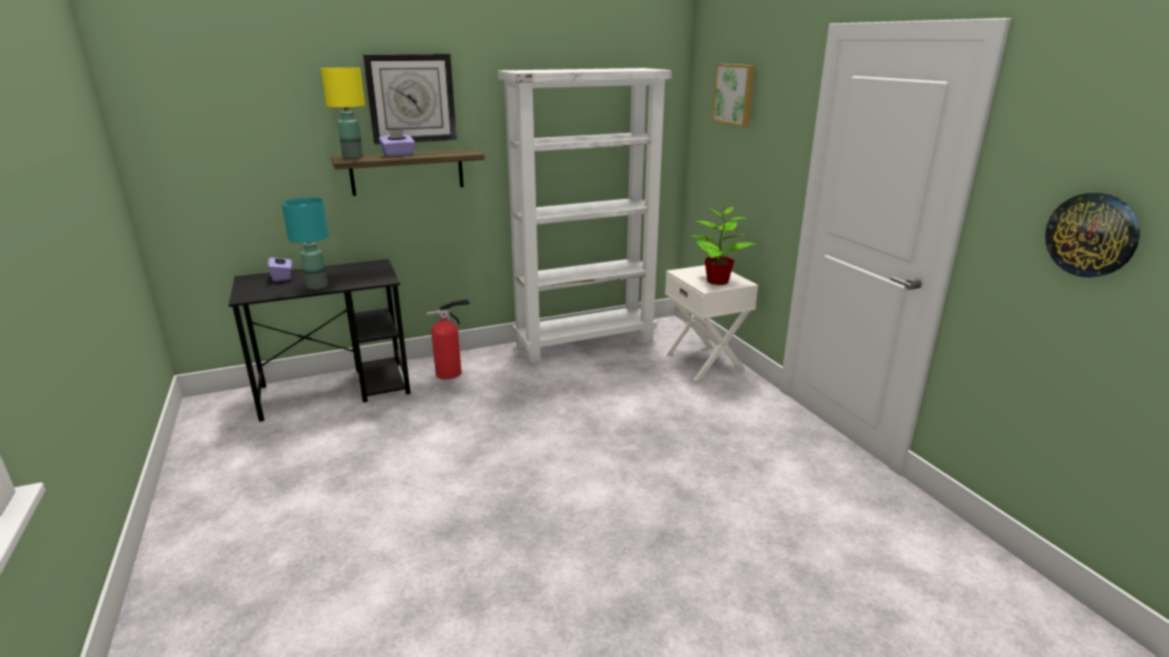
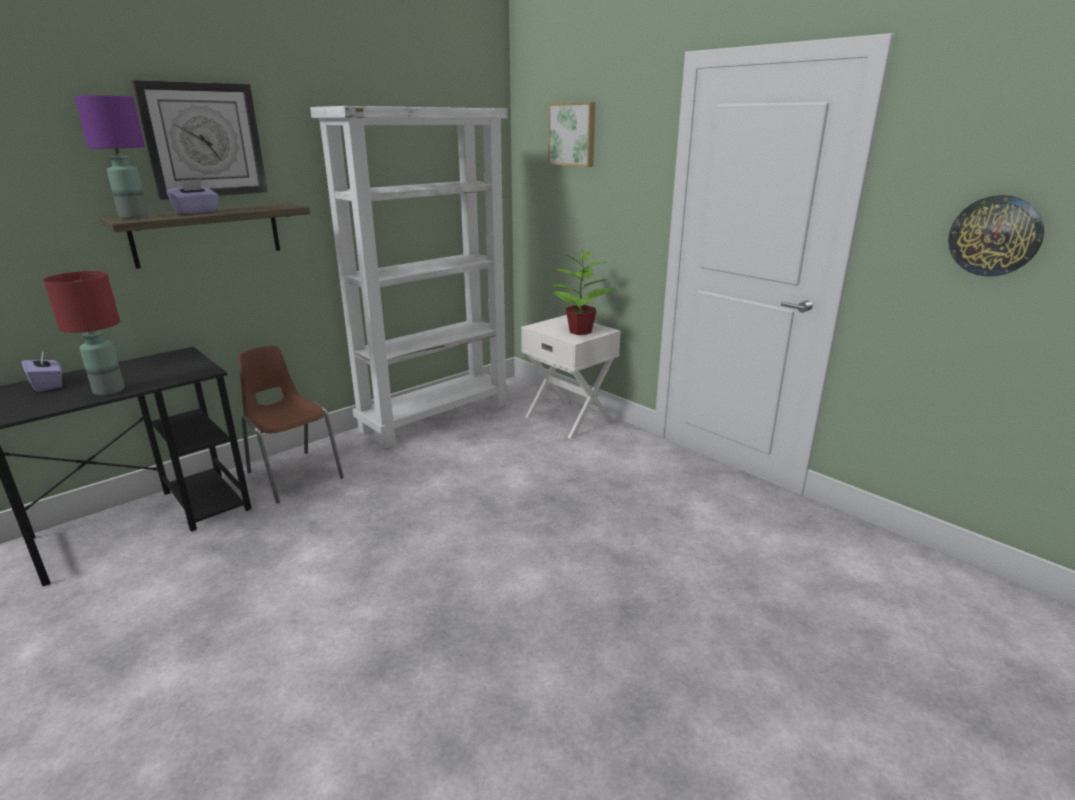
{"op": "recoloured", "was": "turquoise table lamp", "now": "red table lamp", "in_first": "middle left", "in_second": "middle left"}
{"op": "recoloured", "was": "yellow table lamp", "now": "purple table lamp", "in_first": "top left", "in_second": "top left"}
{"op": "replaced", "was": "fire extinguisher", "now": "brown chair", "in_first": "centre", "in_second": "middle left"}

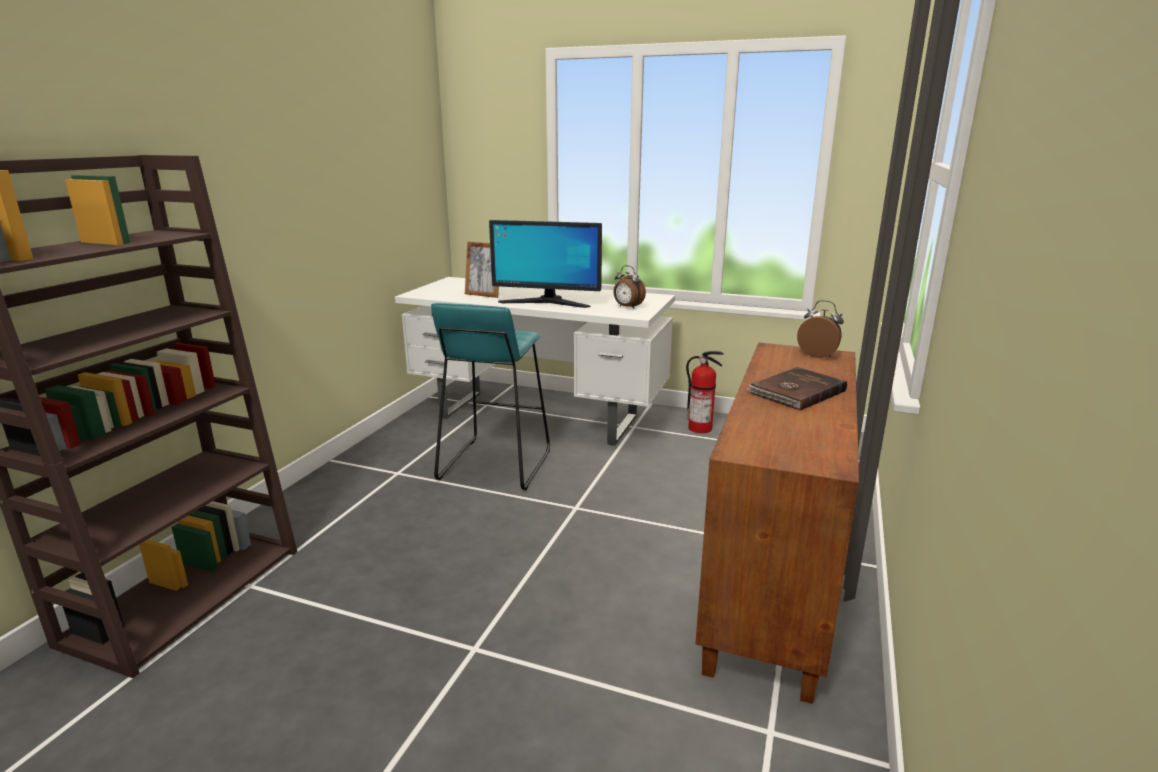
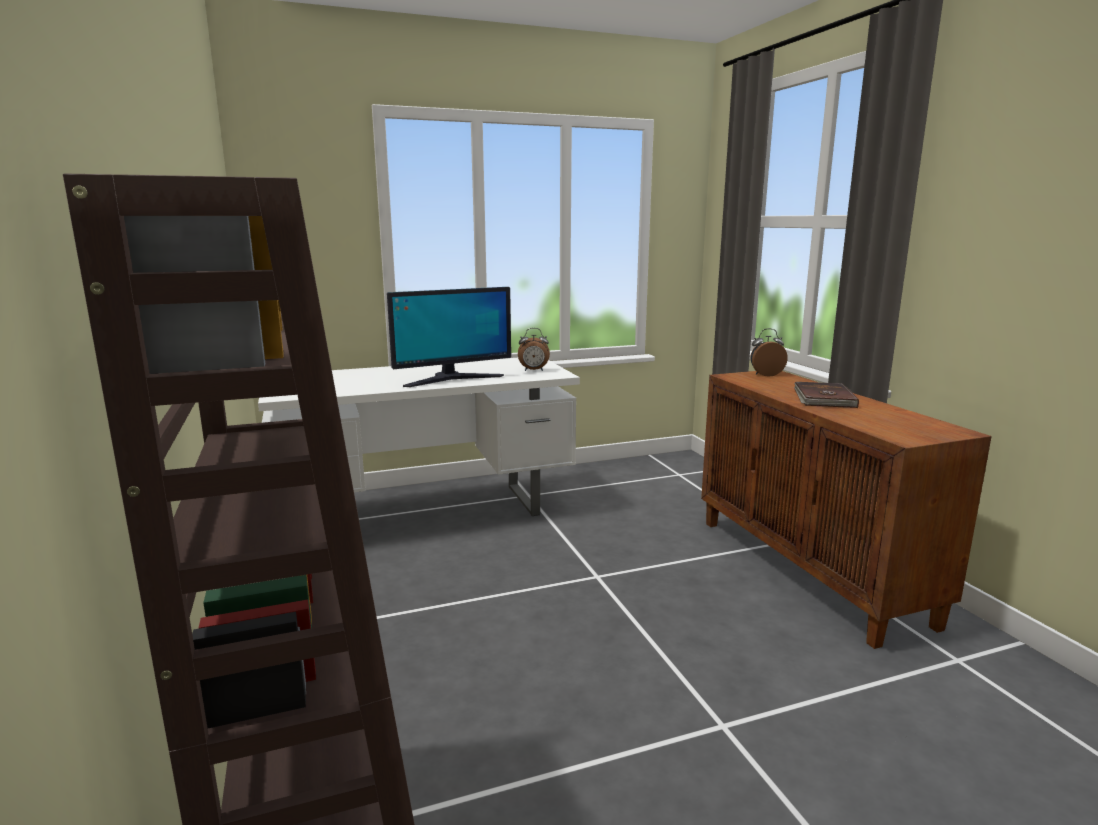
{"op": "removed", "was": "turquoise stool", "in_first": "centre"}
{"op": "removed", "was": "picture frame", "in_first": "centre"}
{"op": "removed", "was": "fire extinguisher", "in_first": "centre"}

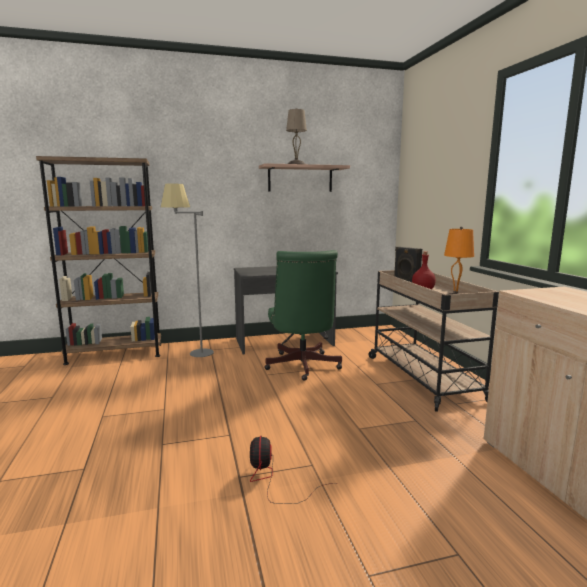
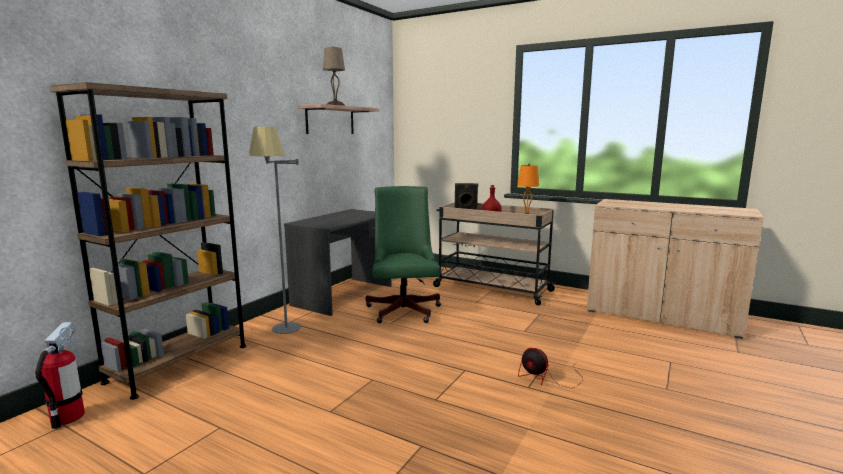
{"op": "added", "now": "fire extinguisher", "in_second": "bottom left"}
{"op": "turned", "was": "green office chair", "in_first": "centre", "in_second": "centre", "clockwise": -135}

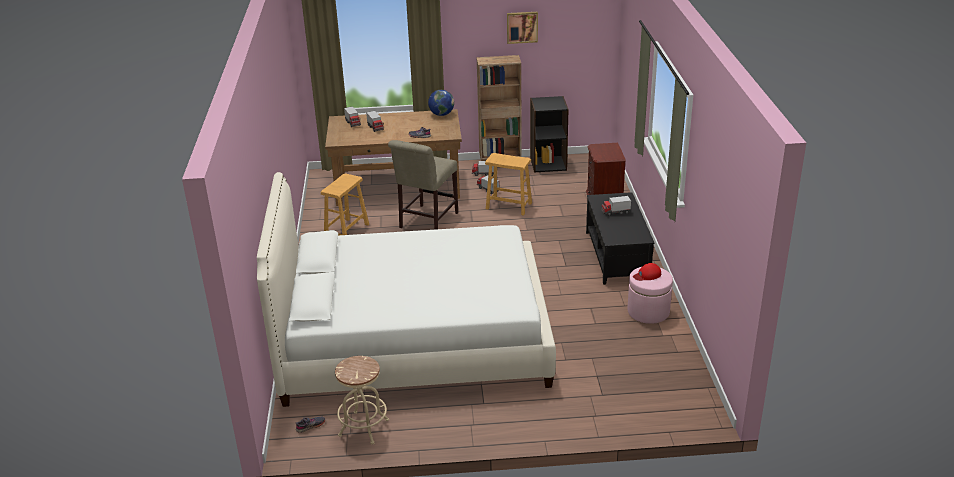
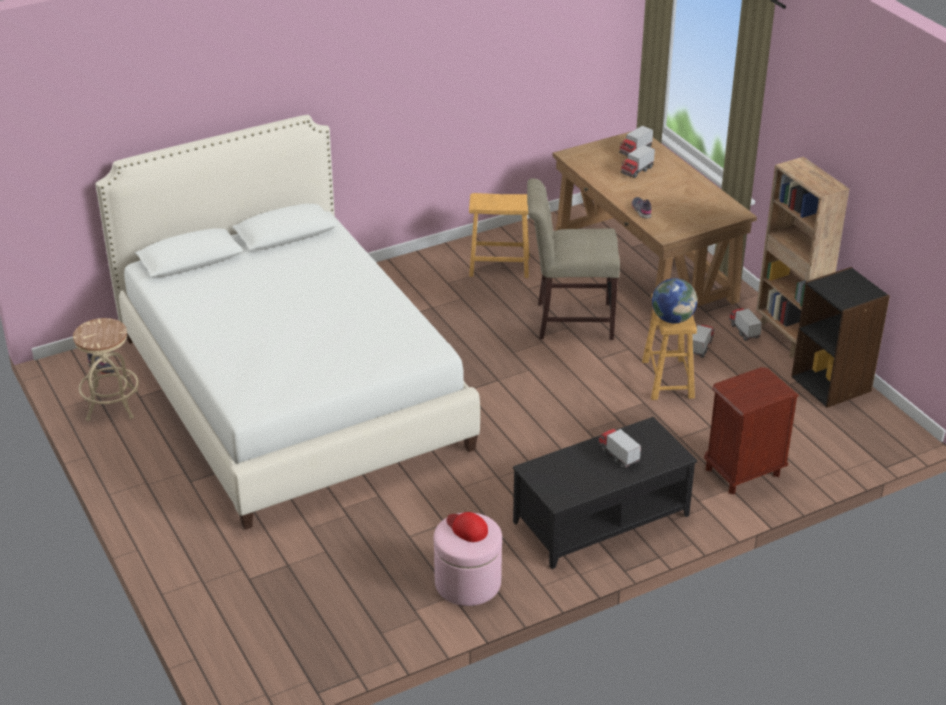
{"op": "moved", "was": "globe", "in_first": "top centre", "in_second": "middle right"}
{"op": "removed", "was": "picture", "in_first": "top centre"}

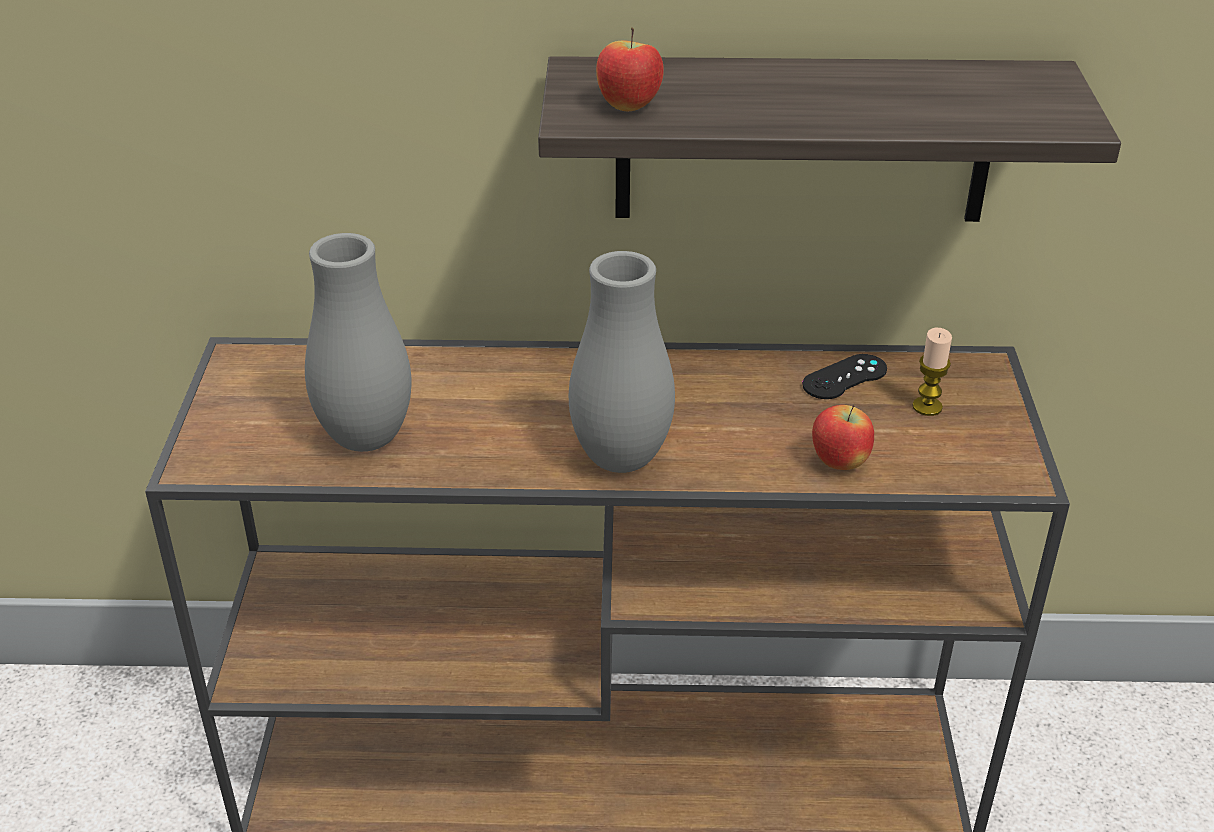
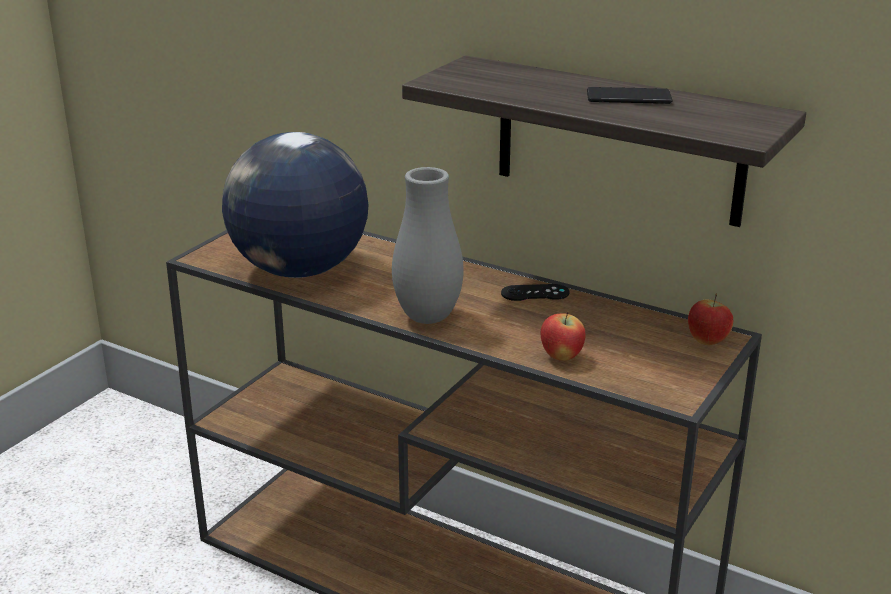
{"op": "replaced", "was": "grey vase (1st from left)", "now": "globe", "in_first": "middle left", "in_second": "middle left"}
{"op": "moved", "was": "black game controller", "in_first": "middle right", "in_second": "centre"}
{"op": "added", "now": "phone", "in_second": "top right"}
{"op": "moved", "was": "apple (1st from left in the first image)", "now": "apple (2nd from left)", "in_first": "top centre", "in_second": "middle right"}
{"op": "removed", "was": "candle", "in_first": "middle right"}

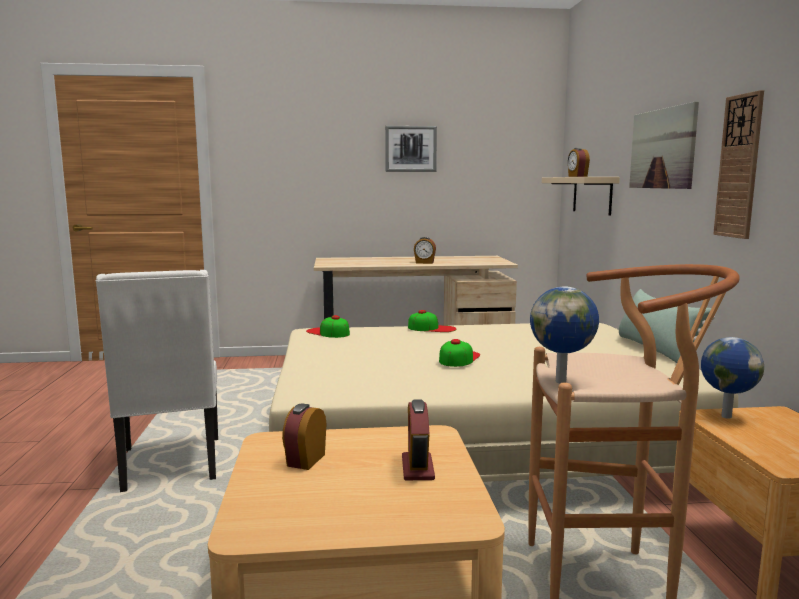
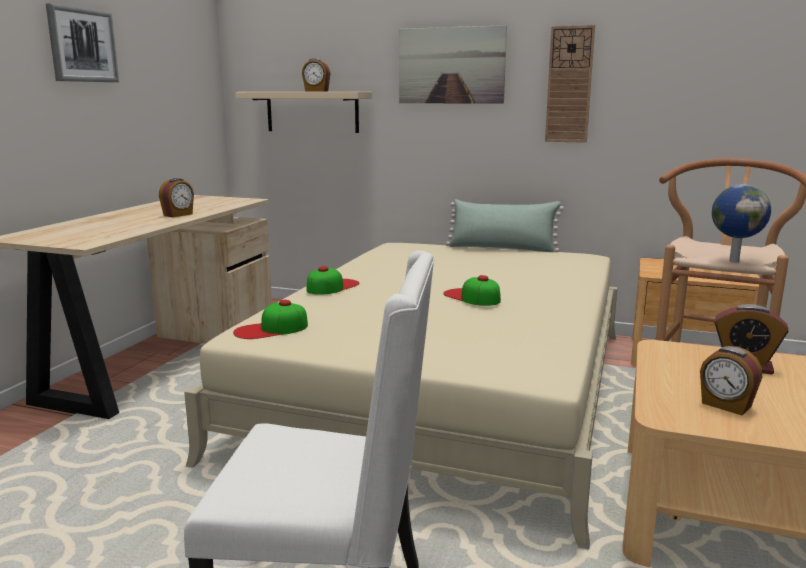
{"op": "removed", "was": "globe (2nd from left)", "in_first": "middle right"}

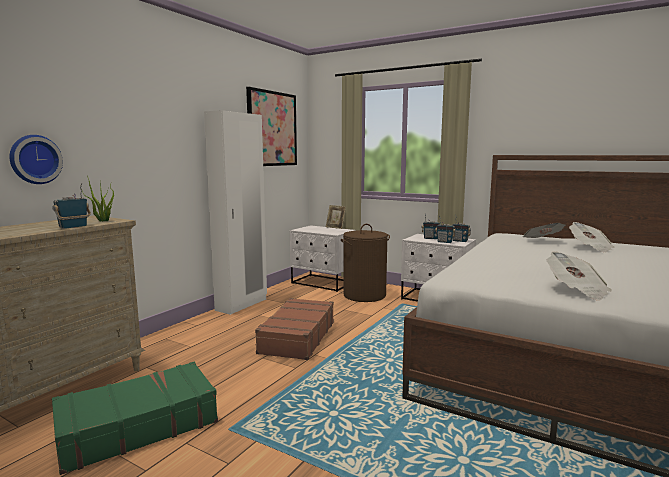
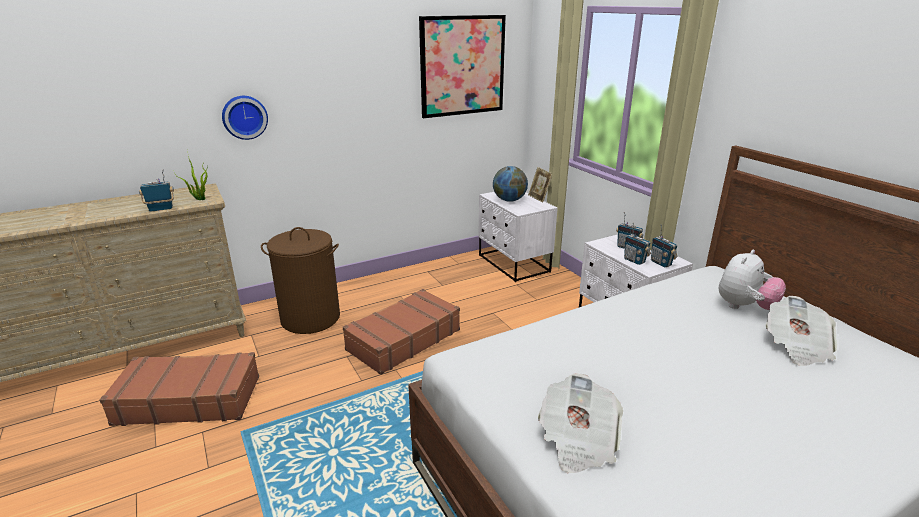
{"op": "recoloured", "was": "green suitcase", "now": "brown suitcase (1st from left)", "in_first": "bottom left", "in_second": "bottom left"}
{"op": "moved", "was": "wall clock", "in_first": "middle left", "in_second": "top left"}
{"op": "moved", "was": "brown laundry basket", "in_first": "centre", "in_second": "middle left"}
{"op": "added", "now": "globe", "in_second": "centre"}
{"op": "replaced", "was": "newspaper (1st from left)", "now": "plush toy", "in_first": "middle right", "in_second": "middle right"}
{"op": "removed", "was": "white wardrobe", "in_first": "centre"}

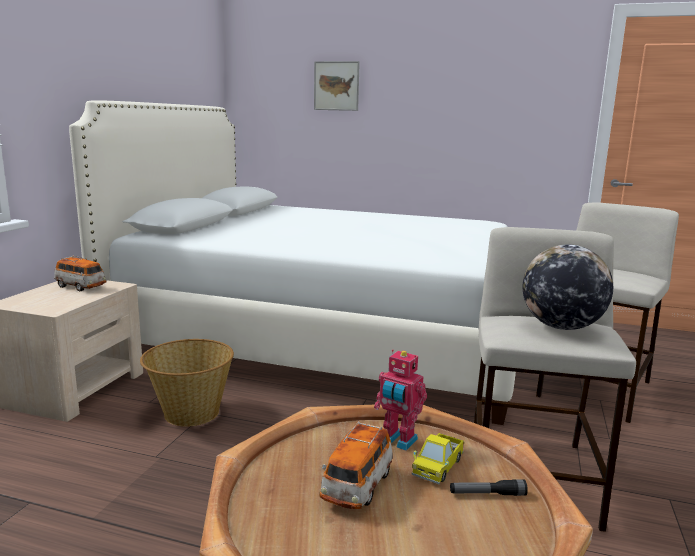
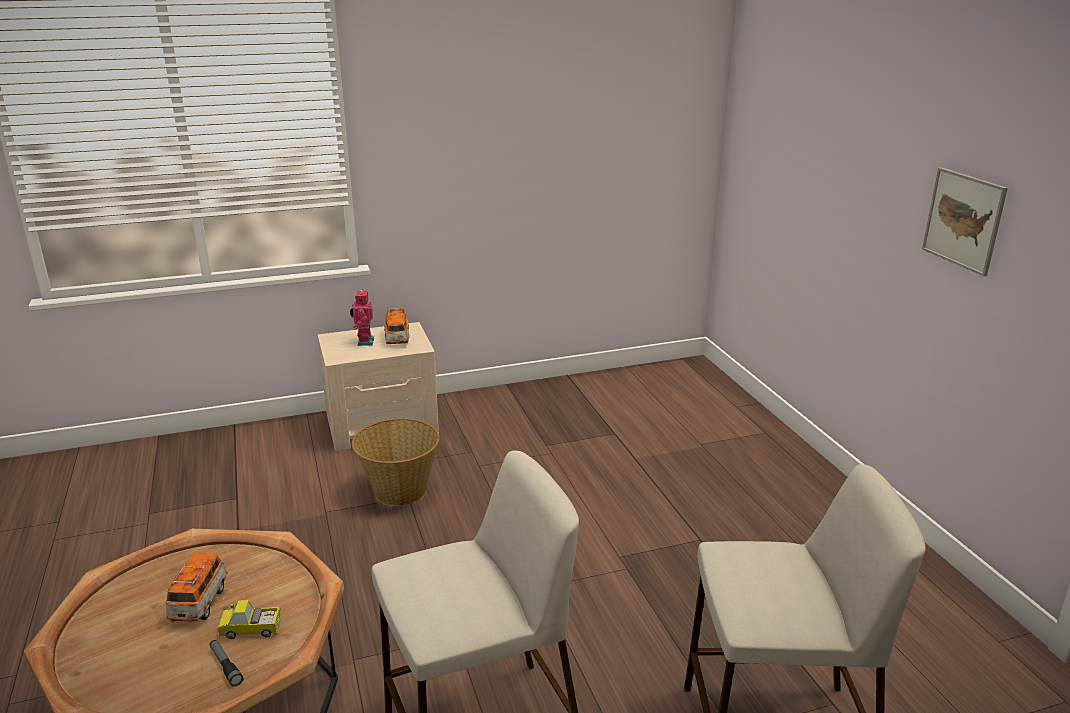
{"op": "turned", "was": "toy car (2nd from left in the first image)", "in_first": "bottom centre", "in_second": "bottom left", "clockwise": 105}
{"op": "moved", "was": "toy robot", "in_first": "bottom centre", "in_second": "centre"}
{"op": "moved", "was": "picture", "in_first": "top centre", "in_second": "top right"}
{"op": "removed", "was": "white bed", "in_first": "centre"}
{"op": "removed", "was": "globe", "in_first": "middle right"}

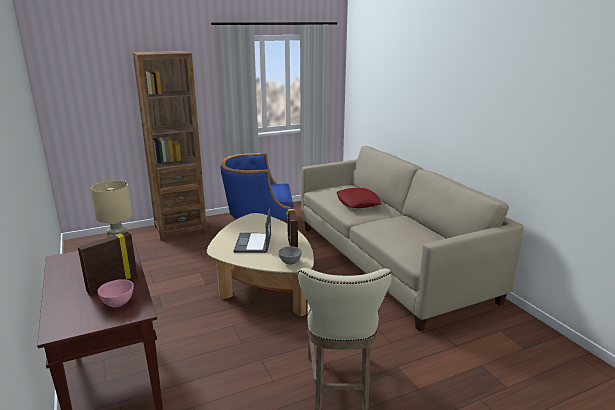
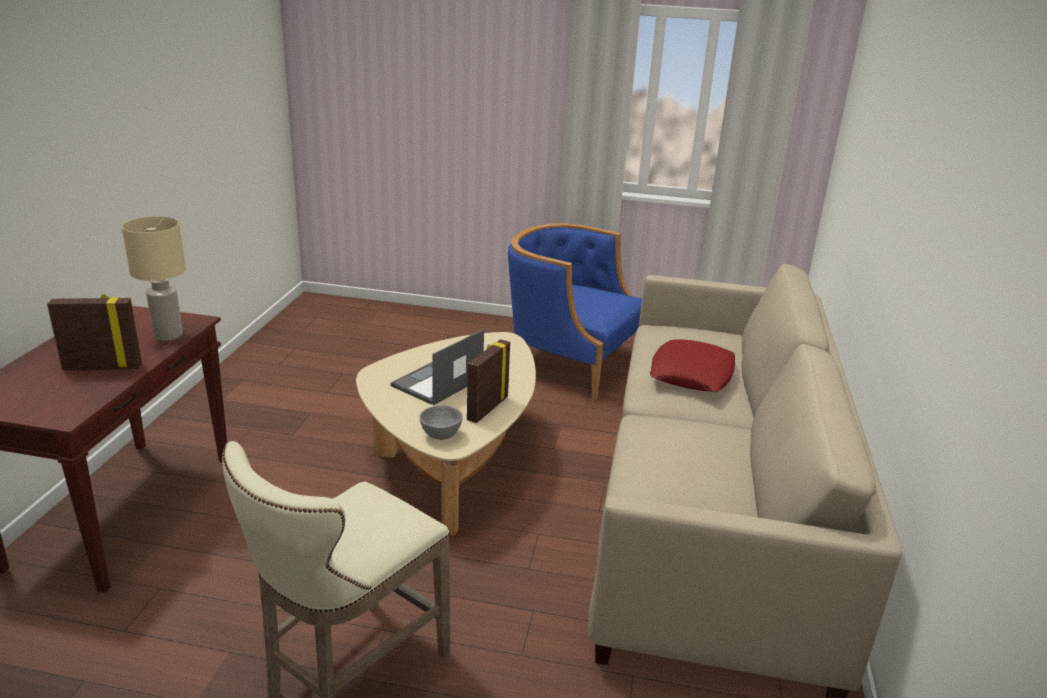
{"op": "removed", "was": "pink bowl", "in_first": "bottom left"}
{"op": "removed", "was": "brown bookcase", "in_first": "middle left"}

